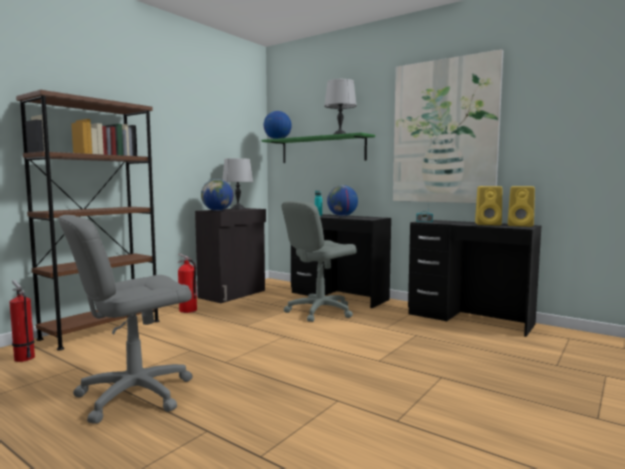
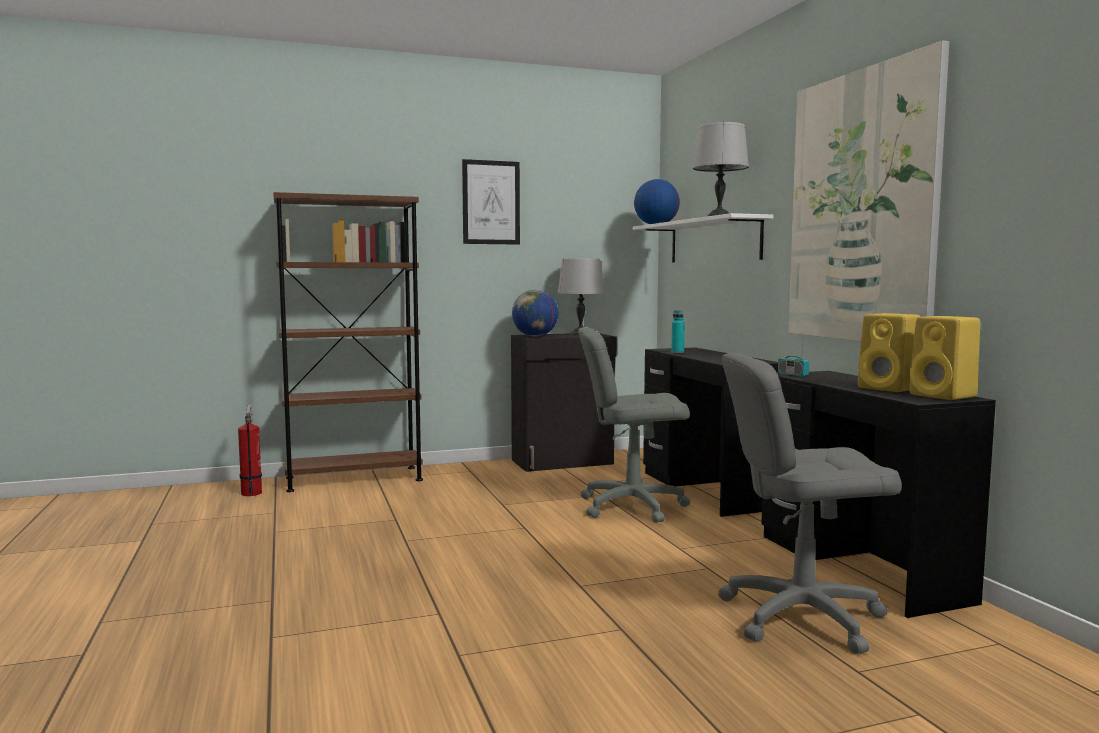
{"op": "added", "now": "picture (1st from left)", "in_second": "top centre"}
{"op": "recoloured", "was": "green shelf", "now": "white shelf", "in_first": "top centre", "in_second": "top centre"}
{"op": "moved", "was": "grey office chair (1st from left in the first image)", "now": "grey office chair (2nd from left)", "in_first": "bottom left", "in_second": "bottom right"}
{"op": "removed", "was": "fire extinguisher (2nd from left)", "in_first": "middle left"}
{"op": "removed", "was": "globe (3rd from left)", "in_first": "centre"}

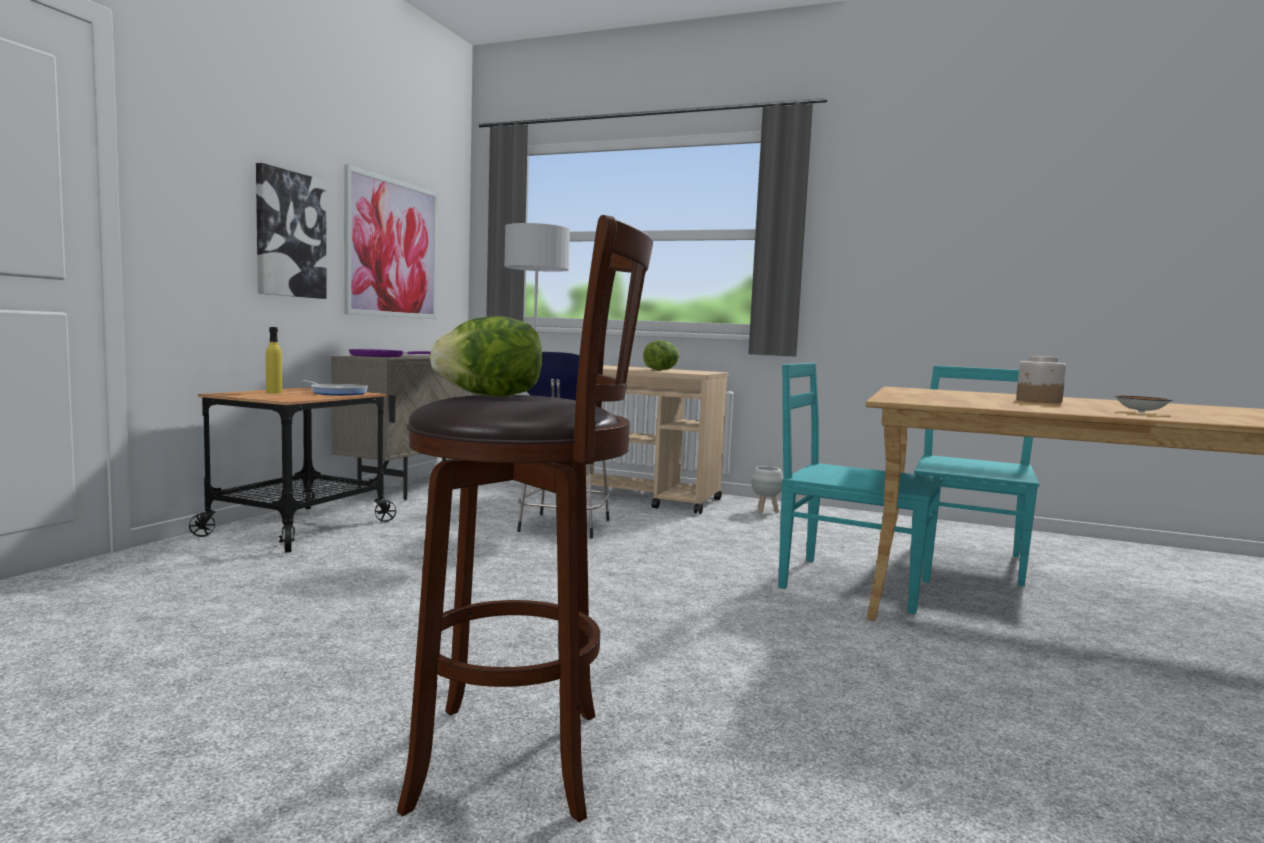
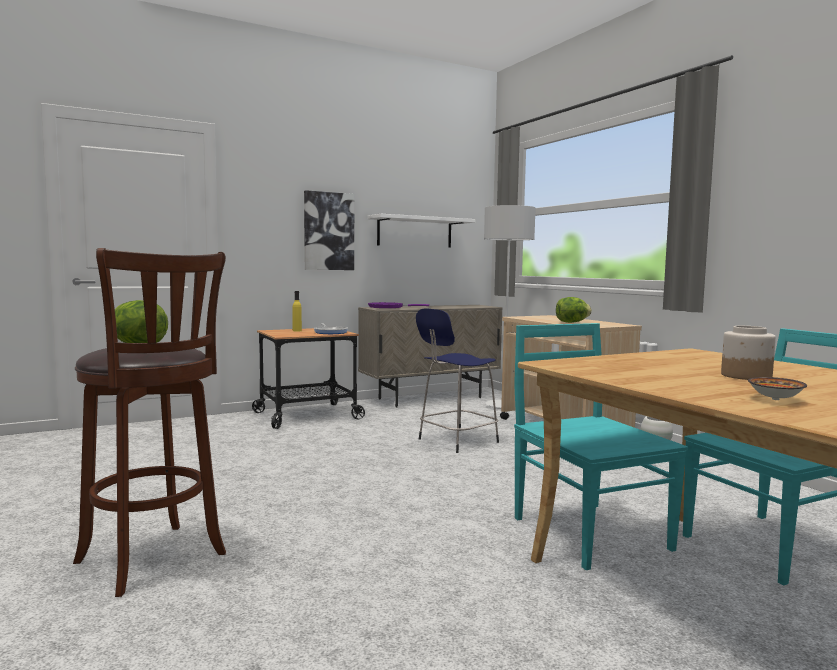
{"op": "replaced", "was": "picture (2nd from left)", "now": "white shelf", "in_first": "top left", "in_second": "centre"}

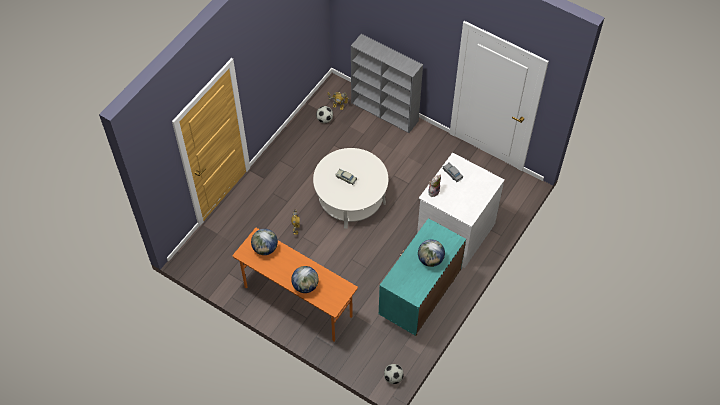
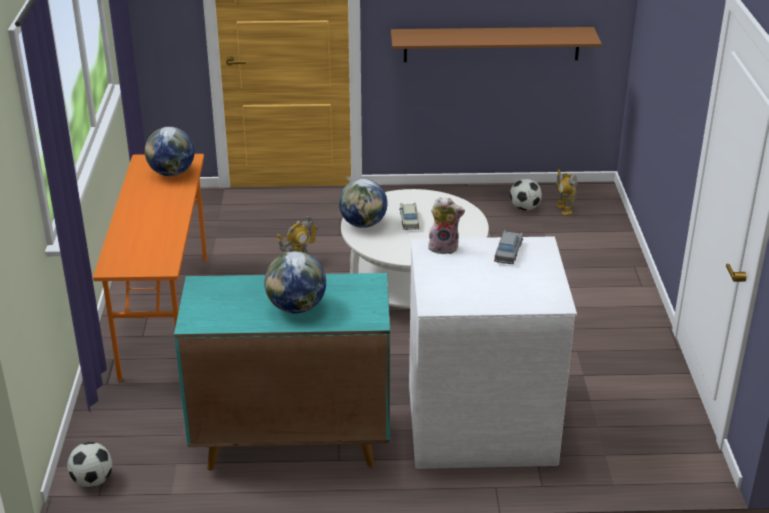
{"op": "moved", "was": "globe (2nd from left in the first image)", "now": "globe (3rd from left)", "in_first": "bottom centre", "in_second": "centre"}
{"op": "added", "now": "brown shelf", "in_second": "top centre"}
{"op": "removed", "was": "grey bookcase", "in_first": "top centre"}

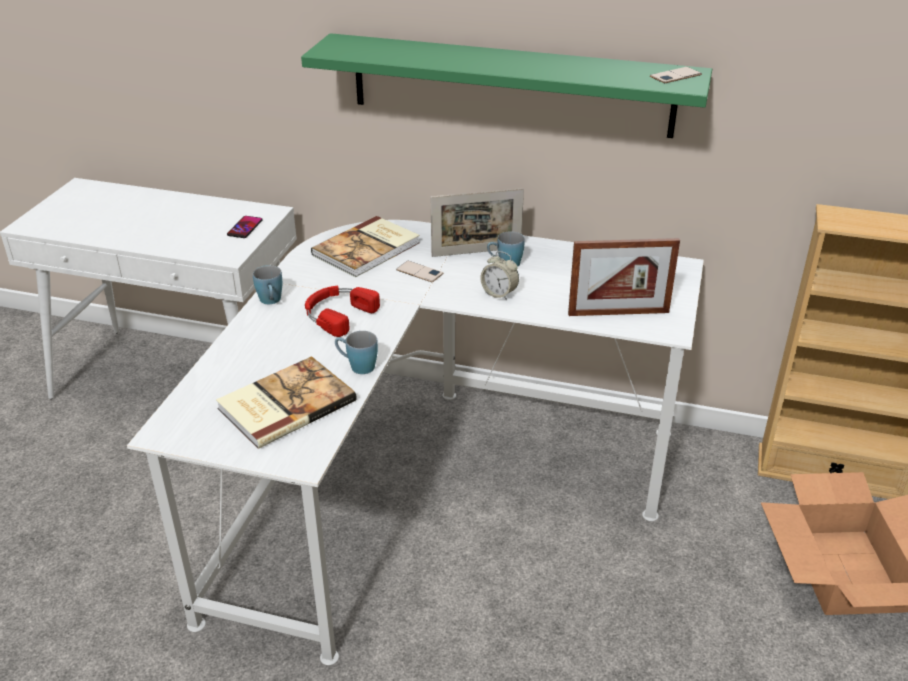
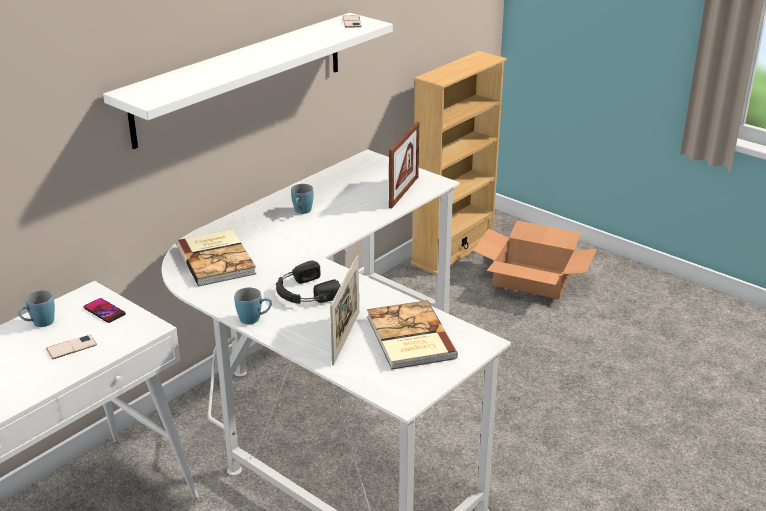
{"op": "moved", "was": "blue mug (2nd from left in the first image)", "now": "blue mug (1st from left)", "in_first": "centre", "in_second": "middle left"}
{"op": "moved", "was": "phone (2nd from left in the first image)", "now": "phone (1st from left)", "in_first": "centre", "in_second": "bottom left"}
{"op": "recoloured", "was": "green shelf", "now": "white shelf", "in_first": "top centre", "in_second": "top left"}
{"op": "recoloured", "was": "red headphones", "now": "black headphones", "in_first": "centre", "in_second": "centre"}
{"op": "moved", "was": "picture frame (1st from left)", "in_first": "top centre", "in_second": "centre"}
{"op": "removed", "was": "alarm clock", "in_first": "centre"}

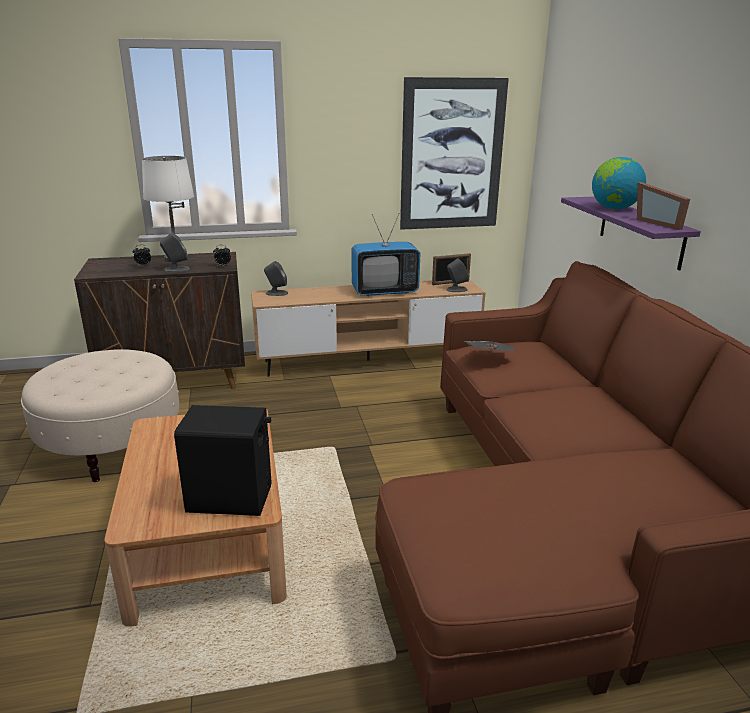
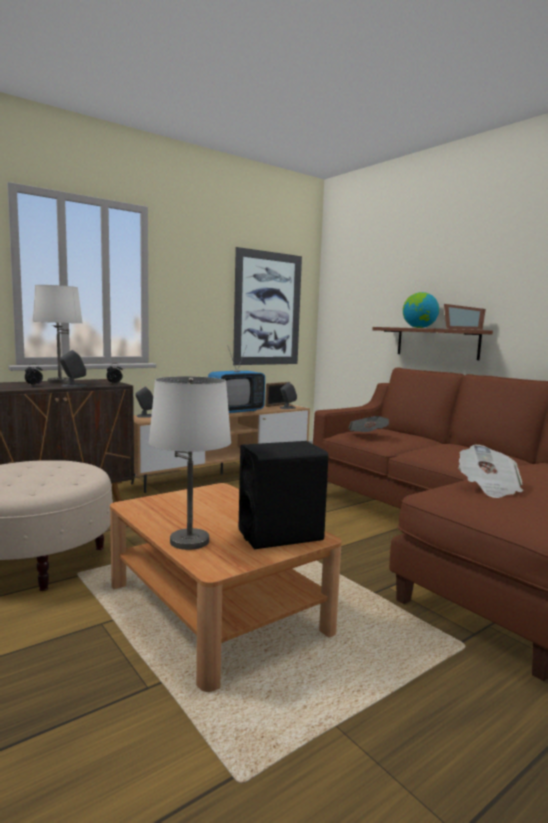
{"op": "added", "now": "white table lamp (2nd from left)", "in_second": "centre"}
{"op": "recoloured", "was": "purple shelf", "now": "brown shelf", "in_first": "top right", "in_second": "middle right"}
{"op": "added", "now": "newspaper (2nd from left)", "in_second": "middle right"}

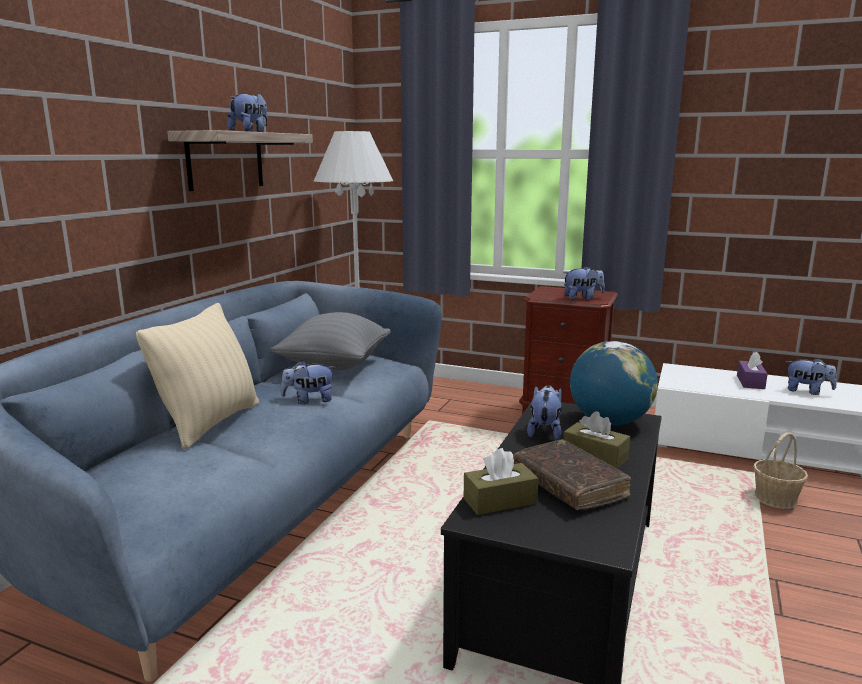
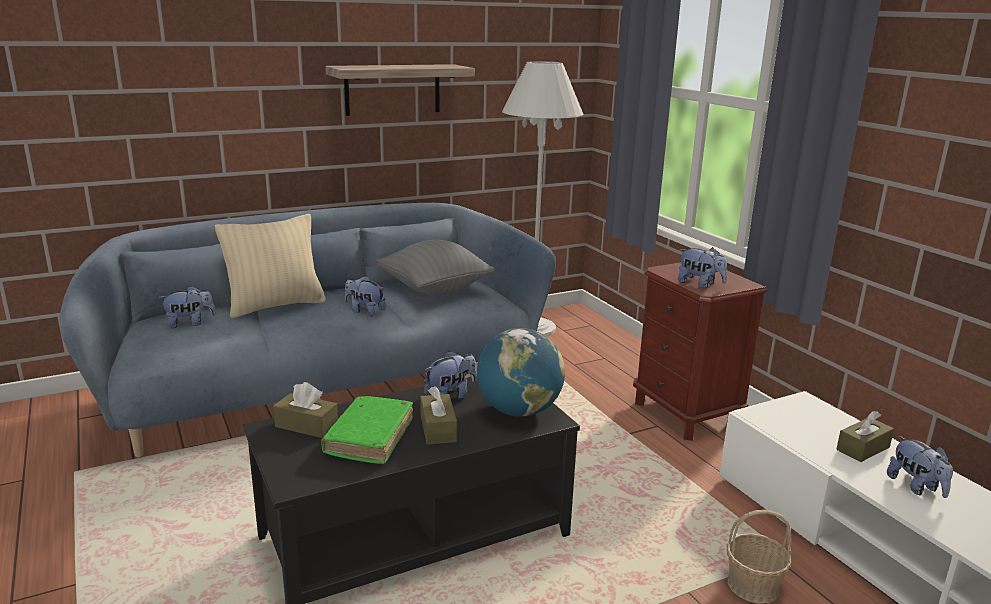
{"op": "moved", "was": "plush toy (1st from left)", "in_first": "top left", "in_second": "middle left"}
{"op": "recoloured", "was": "brown book", "now": "green book", "in_first": "bottom centre", "in_second": "bottom centre"}
{"op": "recoloured", "was": "purple tissue box", "now": "brown tissue box (3rd from left)", "in_first": "middle right", "in_second": "bottom right"}

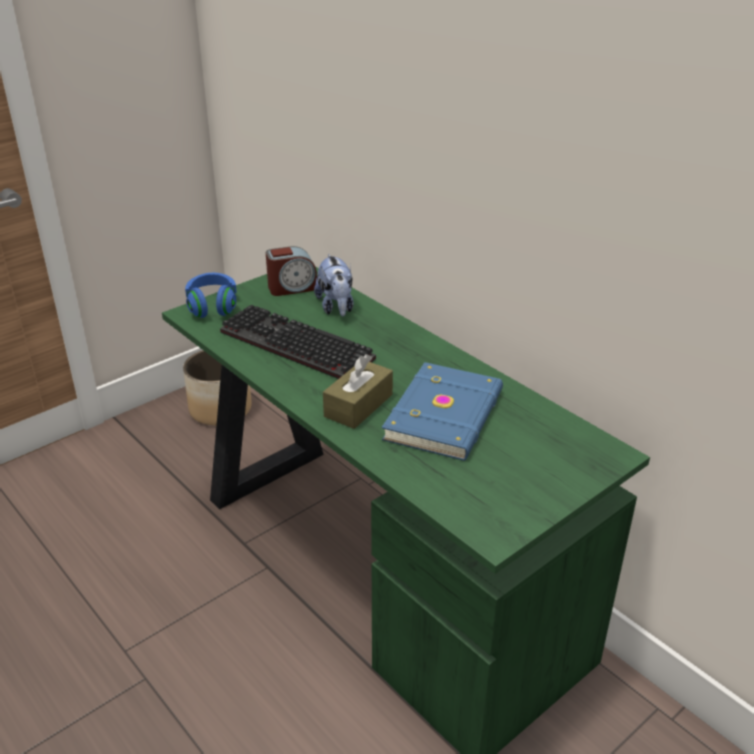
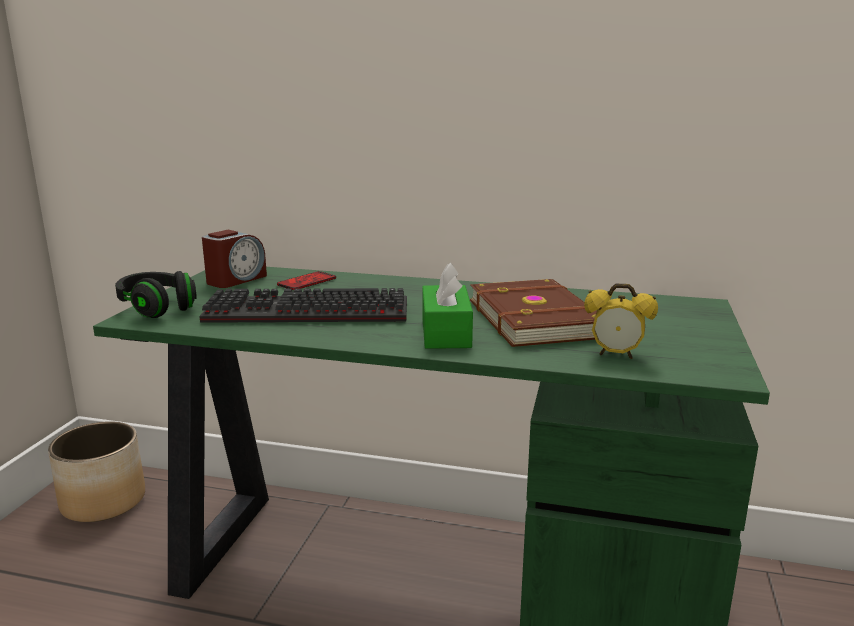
{"op": "recoloured", "was": "blue headphones", "now": "black headphones", "in_first": "middle left", "in_second": "middle left"}
{"op": "replaced", "was": "plush toy", "now": "phone", "in_first": "centre", "in_second": "centre"}
{"op": "recoloured", "was": "brown tissue box", "now": "green tissue box", "in_first": "centre", "in_second": "centre"}
{"op": "recoloured", "was": "blue book", "now": "brown book", "in_first": "centre", "in_second": "centre"}
{"op": "added", "now": "alarm clock (2nd from left)", "in_second": "middle right"}

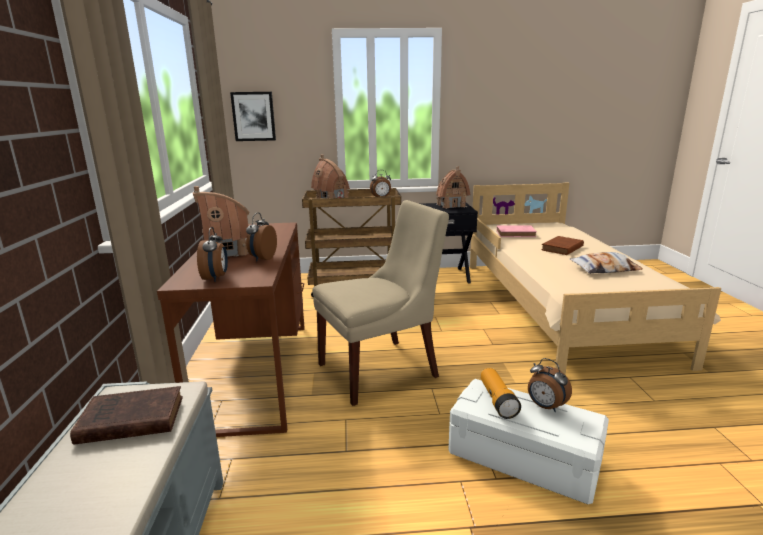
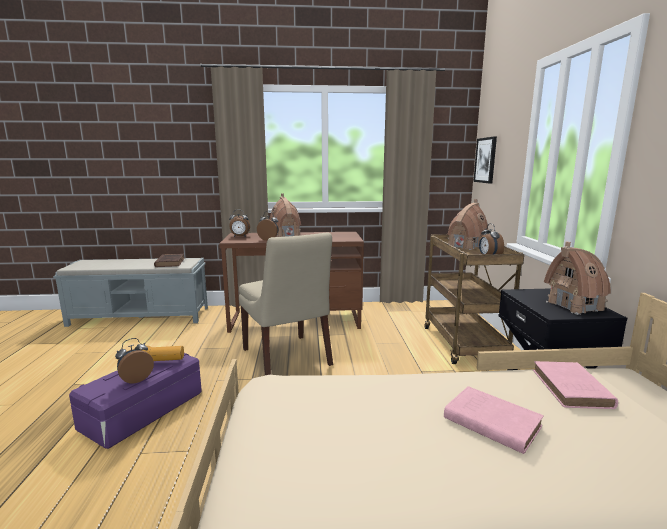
{"op": "recoloured", "was": "white storage box", "now": "purple storage box", "in_first": "bottom right", "in_second": "bottom left"}
{"op": "recoloured", "was": "brown book (2nd from left)", "now": "pink book (1st from left)", "in_first": "middle right", "in_second": "bottom right"}
{"op": "removed", "was": "pillow", "in_first": "middle right"}

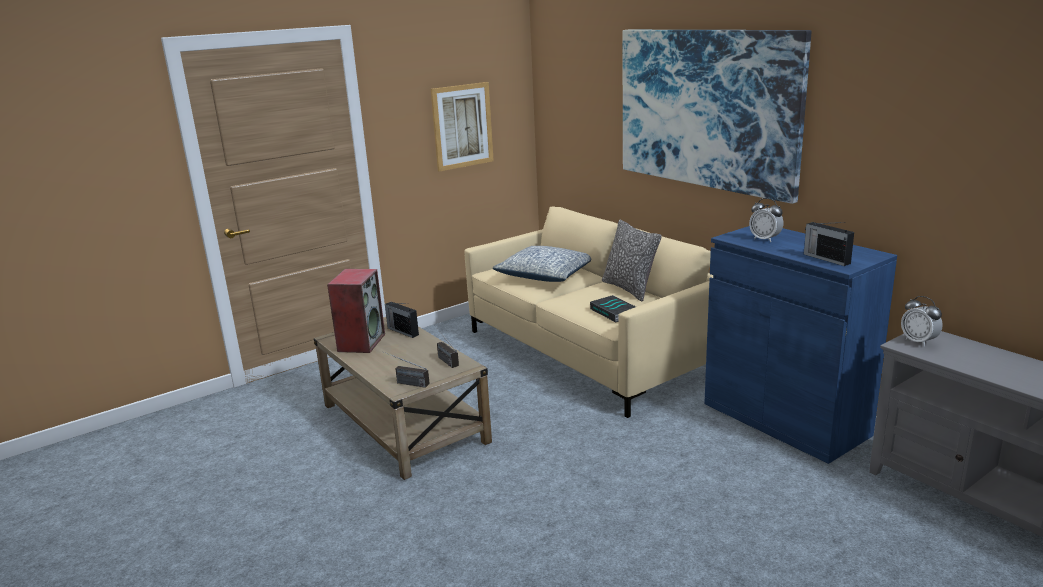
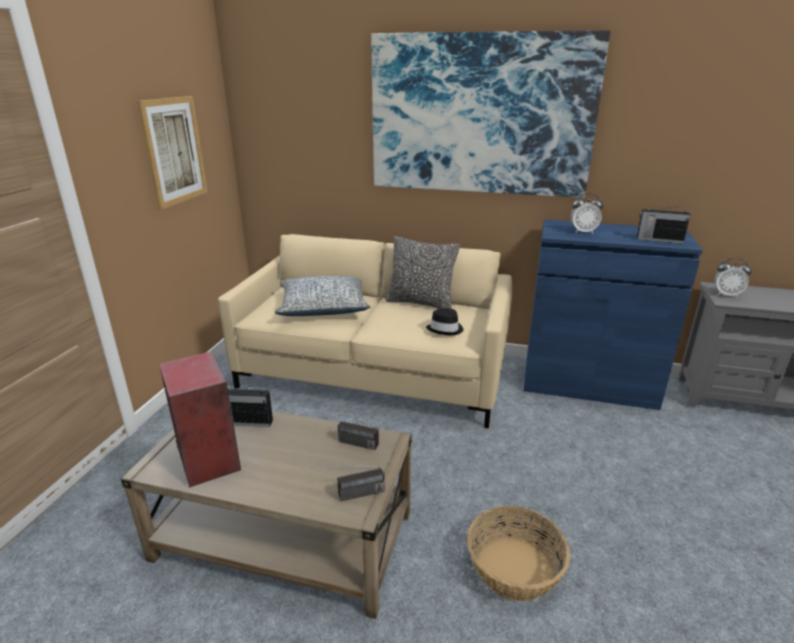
{"op": "replaced", "was": "book", "now": "black hat", "in_first": "centre", "in_second": "centre"}
{"op": "added", "now": "basket", "in_second": "bottom centre"}

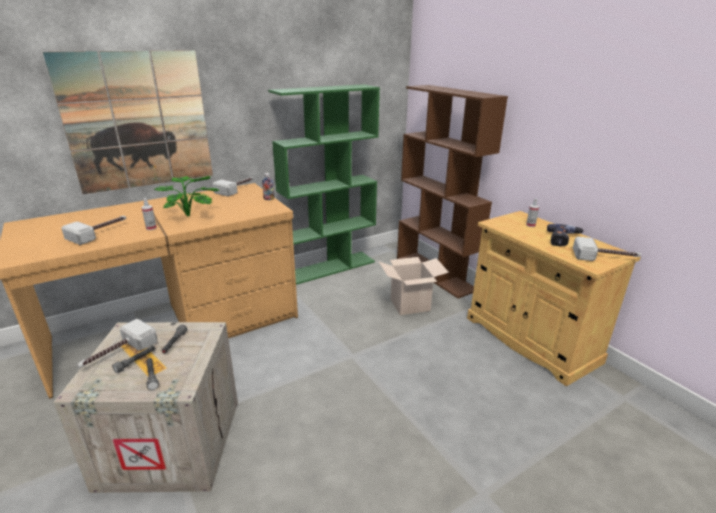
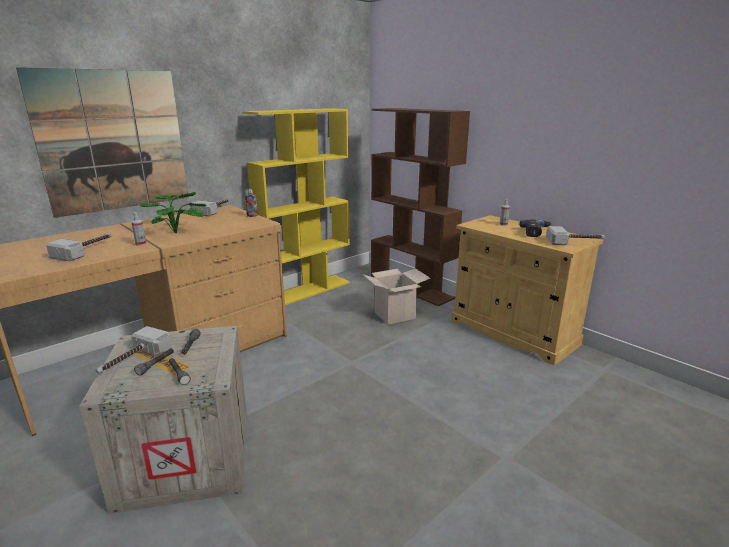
{"op": "recoloured", "was": "green bookcase", "now": "yellow bookcase", "in_first": "centre", "in_second": "centre"}

